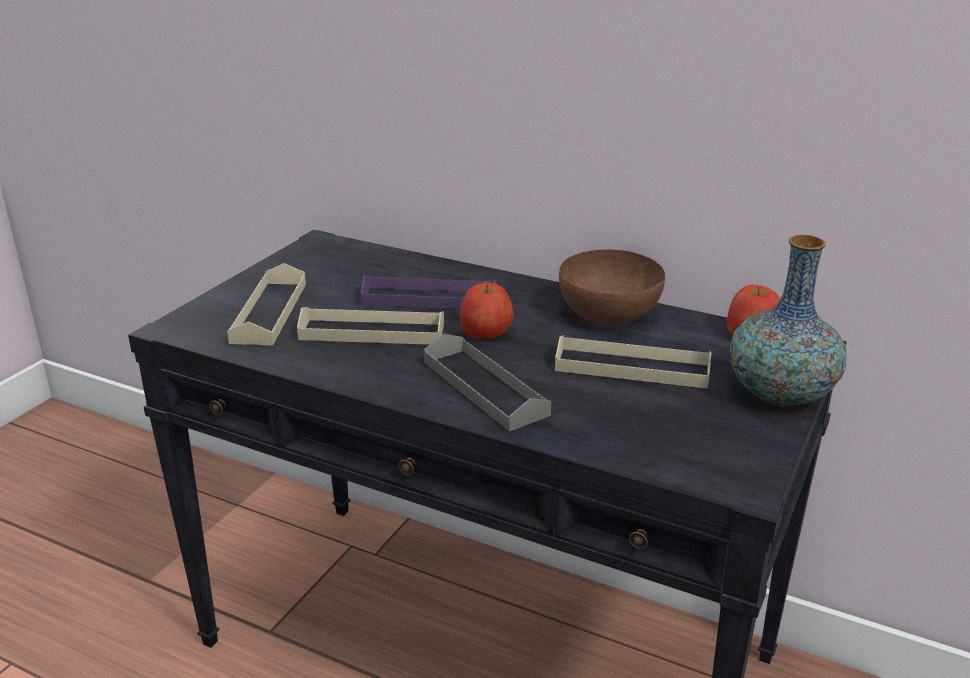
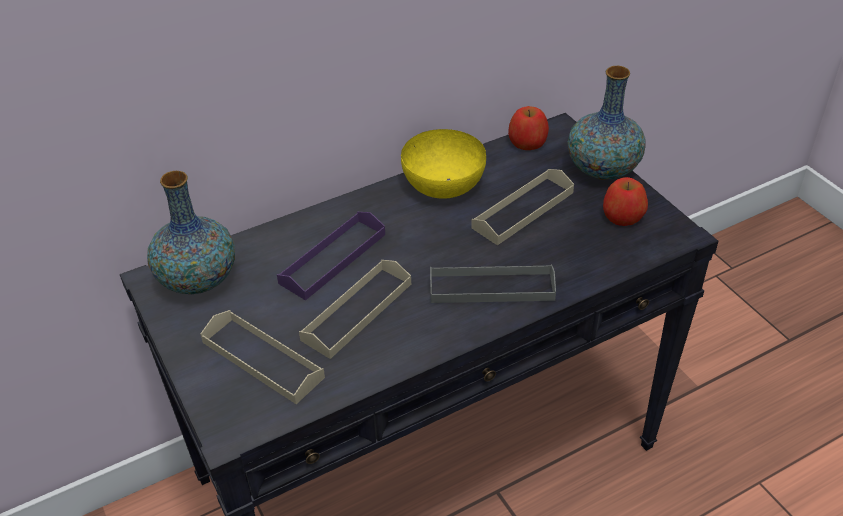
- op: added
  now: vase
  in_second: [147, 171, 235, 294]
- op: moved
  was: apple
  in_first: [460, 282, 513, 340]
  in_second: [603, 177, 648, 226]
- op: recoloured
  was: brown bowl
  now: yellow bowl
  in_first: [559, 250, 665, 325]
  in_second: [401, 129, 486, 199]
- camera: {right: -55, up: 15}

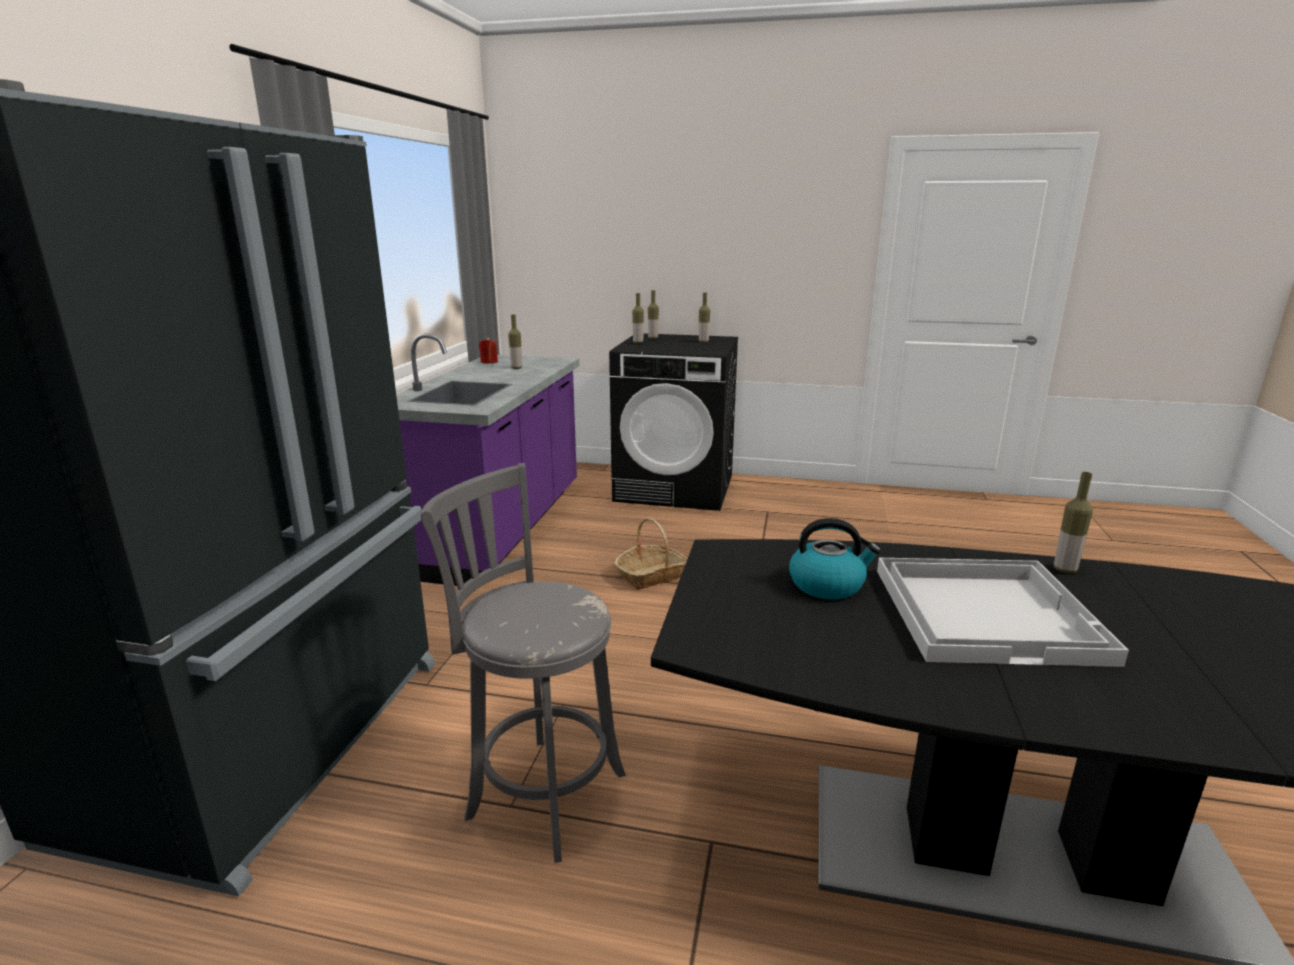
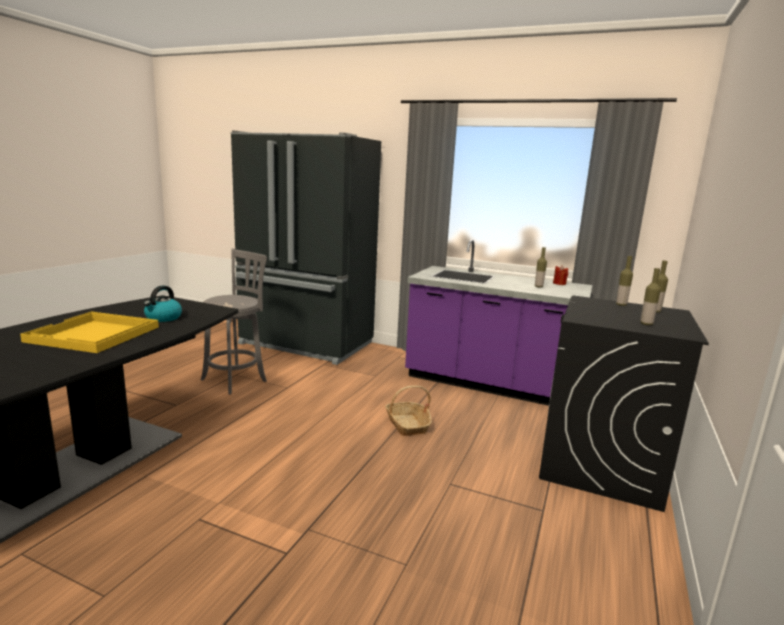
- op: removed
  was: bottle
  in_first: [1054, 472, 1093, 573]
- op: recoloured
  was: white tray
  now: yellow tray
  in_first: [877, 558, 1129, 667]
  in_second: [20, 311, 159, 353]
- camera: {right: 100, up: -5}

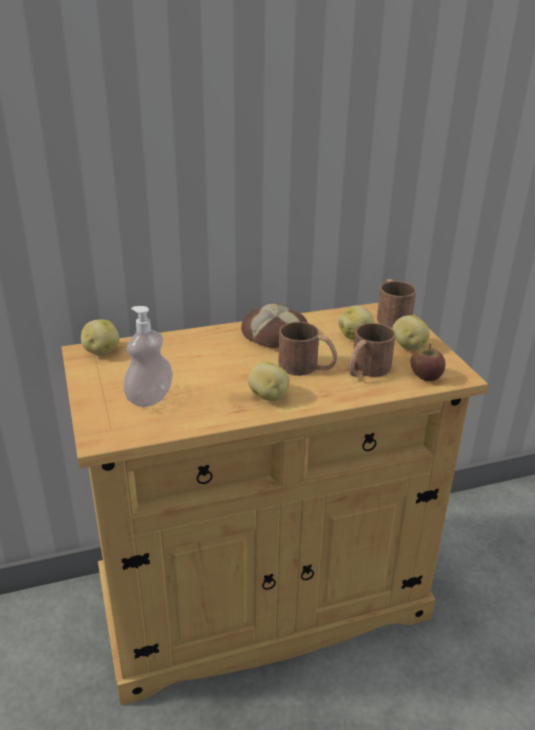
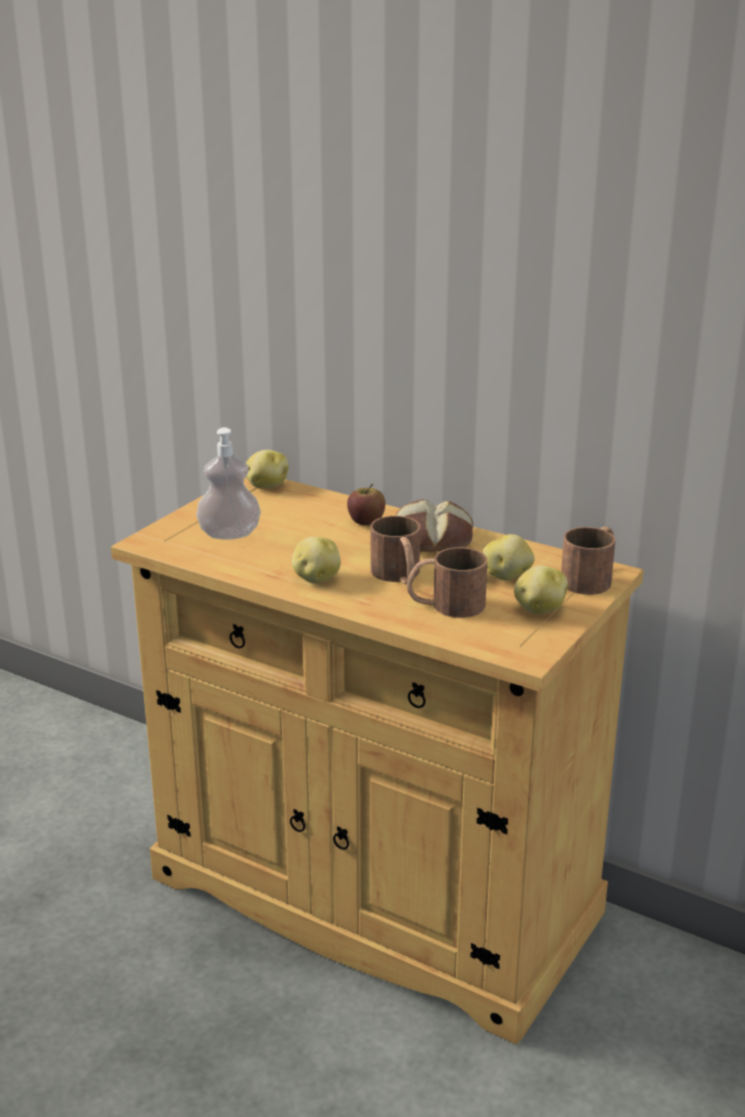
- op: moved
  was: apple
  in_first: [410, 344, 445, 381]
  in_second: [347, 484, 385, 525]
- camera: {right: 50, up: -5}

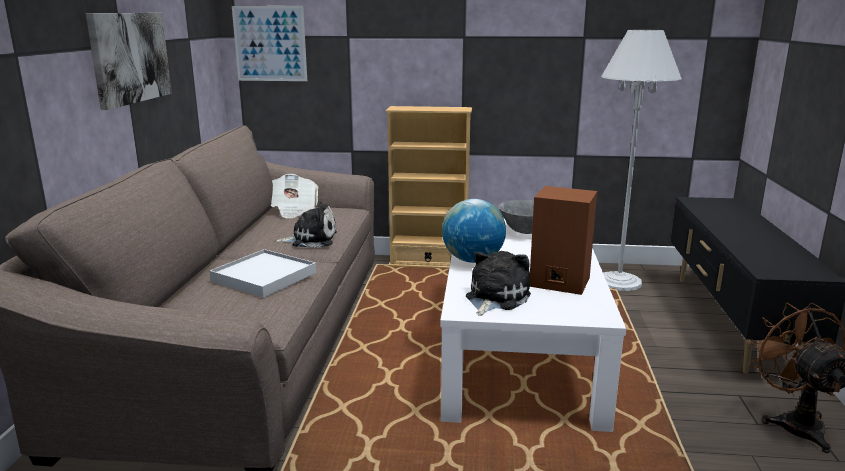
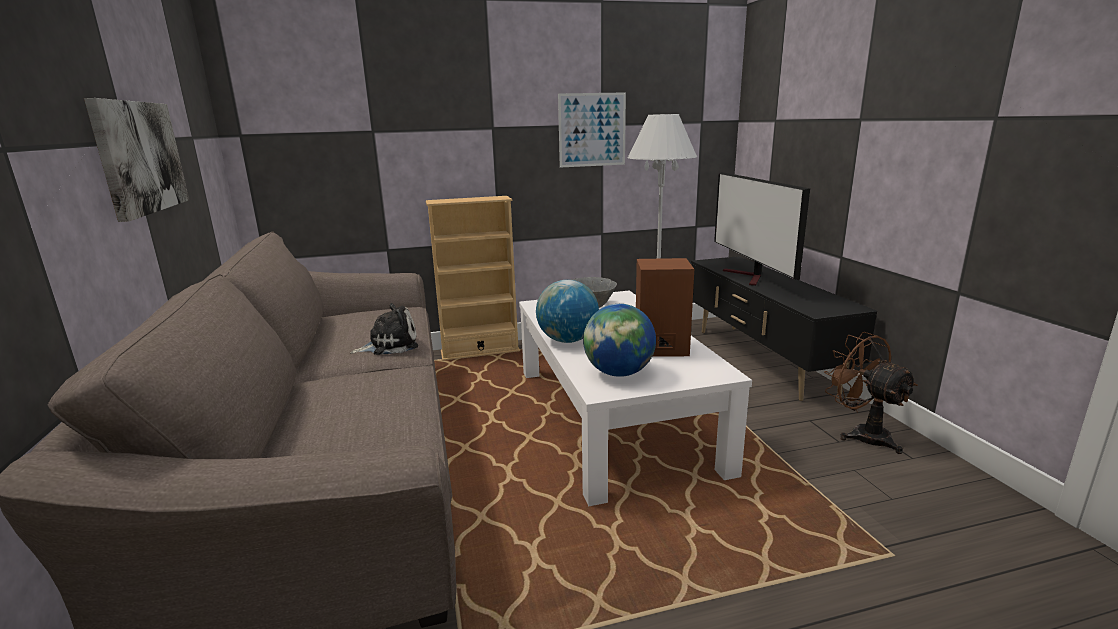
- op: removed
  was: white tray
  in_first: [210, 249, 316, 298]
- op: removed
  was: newspaper
  in_first: [271, 174, 319, 219]
- op: added
  now: television
  in_second: [714, 172, 810, 286]
- op: moved
  was: picture
  in_first: [232, 6, 307, 81]
  in_second: [558, 92, 626, 168]
- op: replaced
  was: plush toy
  now: globe
  in_first: [466, 251, 531, 316]
  in_second: [583, 304, 656, 377]
- camera: {right: -20, up: 0}

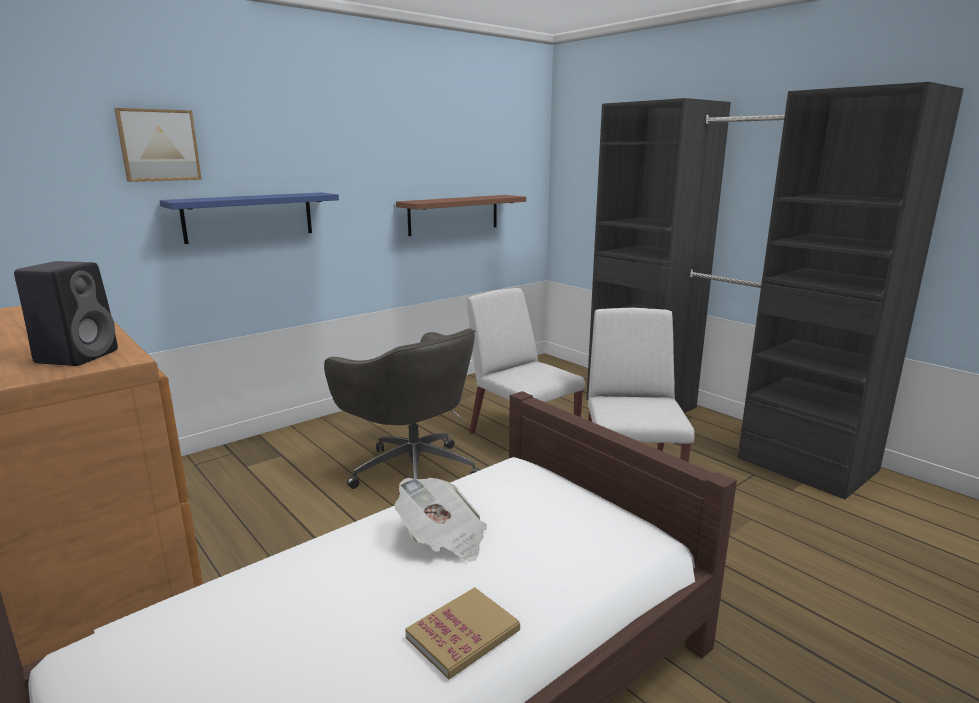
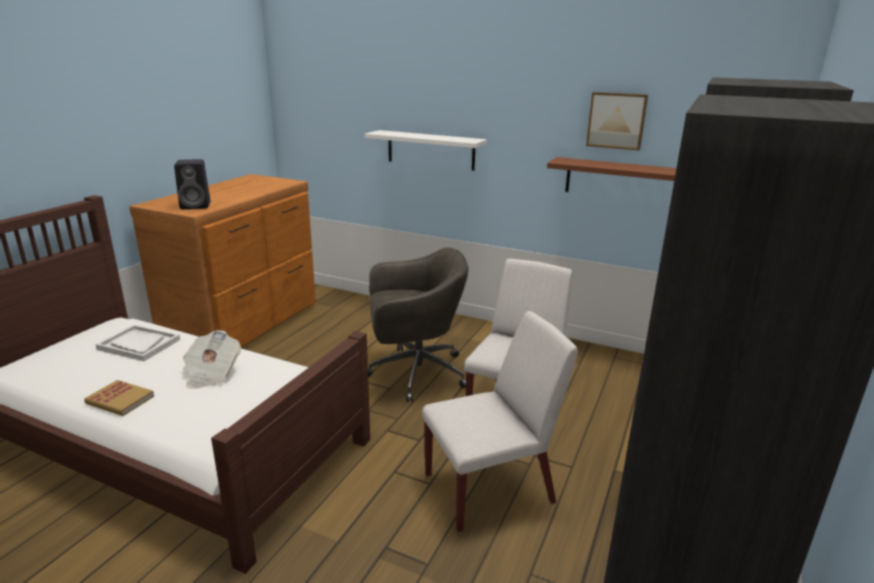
- op: added
  now: white tray
  in_second: [95, 325, 180, 361]
- op: moved
  was: picture
  in_first: [114, 108, 202, 182]
  in_second: [586, 92, 648, 150]
- op: recoloured
  was: blue shelf
  now: white shelf
  in_first: [160, 192, 339, 244]
  in_second: [364, 130, 487, 171]
- op: turned
  was: grey office chair
  in_first: [324, 329, 480, 489]
  in_second: [368, 247, 469, 402]
  clockwise: -120
- camera: {right: 65, up: 5}

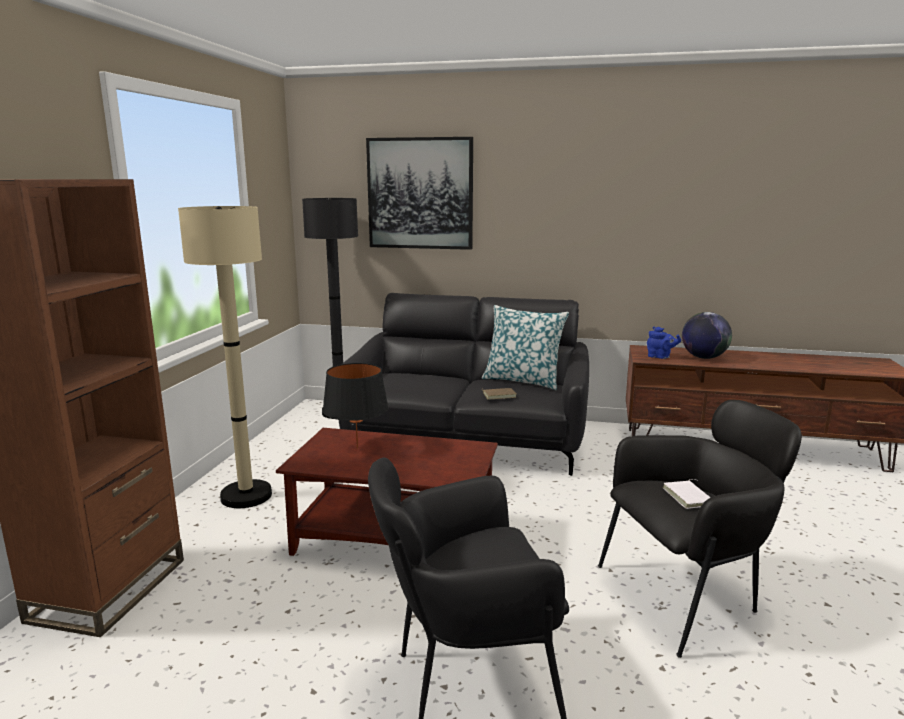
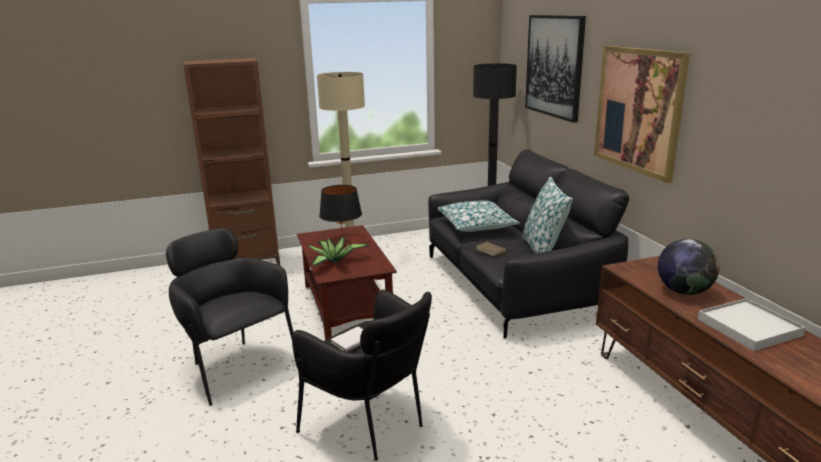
- op: removed
  was: blue teapot
  in_first: [647, 327, 681, 359]
- op: added
  now: potted plant
  in_second: [308, 237, 369, 266]
- op: added
  now: pillow
  in_second: [437, 200, 519, 232]
- op: added
  now: picture
  in_second: [594, 46, 690, 183]
- op: added
  now: white tray
  in_second: [698, 298, 805, 351]
- camera: {right: 60, up: 5}

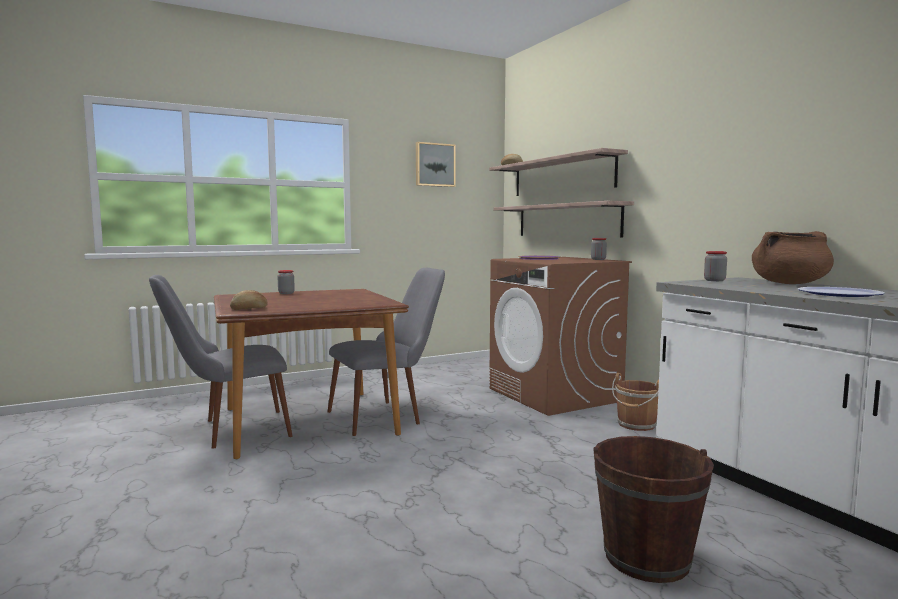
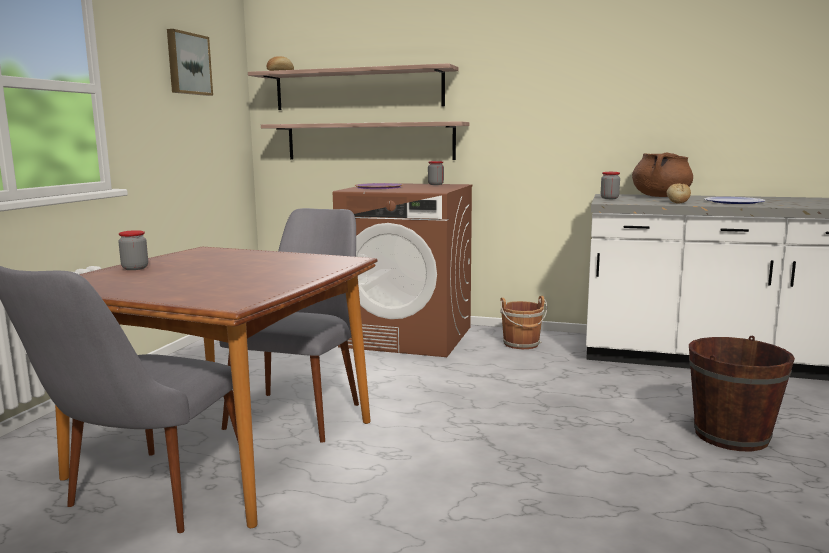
- op: moved
  was: bread
  in_first: [230, 290, 268, 310]
  in_second: [666, 183, 691, 204]
- camera: {right: -45, up: 5}

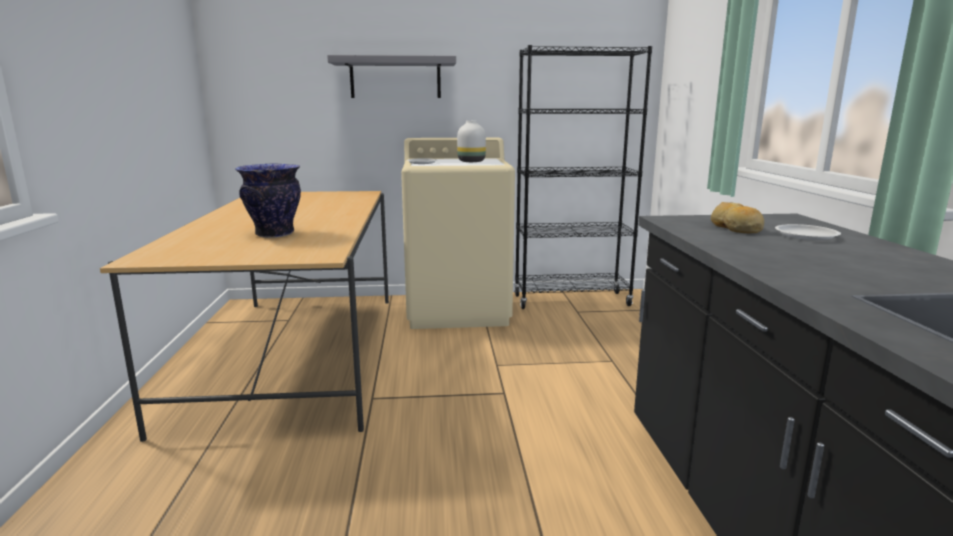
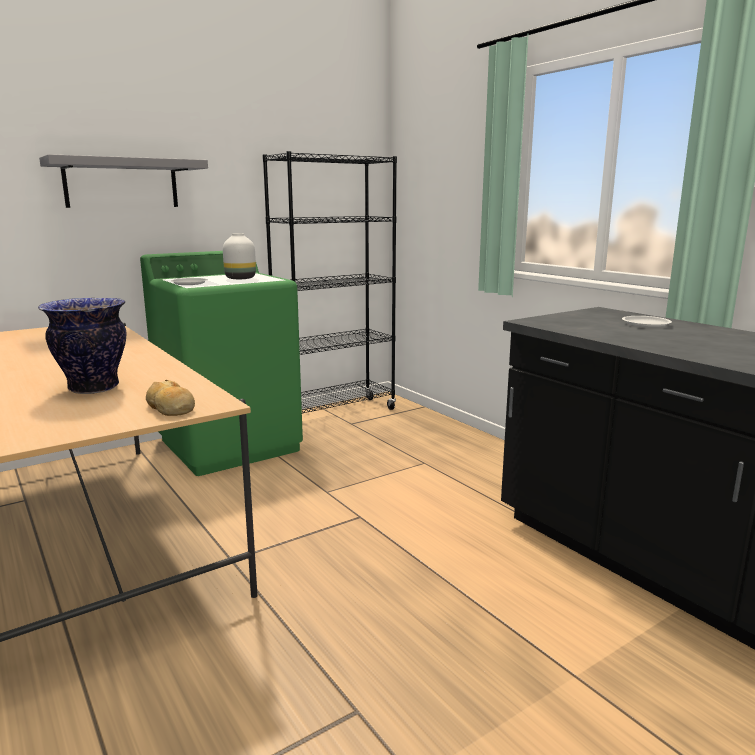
- op: moved
  was: bread
  in_first: [711, 202, 764, 233]
  in_second: [146, 380, 195, 416]
- op: recoloured
  was: beige washing machine
  now: green washing machine
  in_first: [401, 138, 515, 329]
  in_second: [140, 251, 303, 476]
- camera: {right: -30, up: 0}

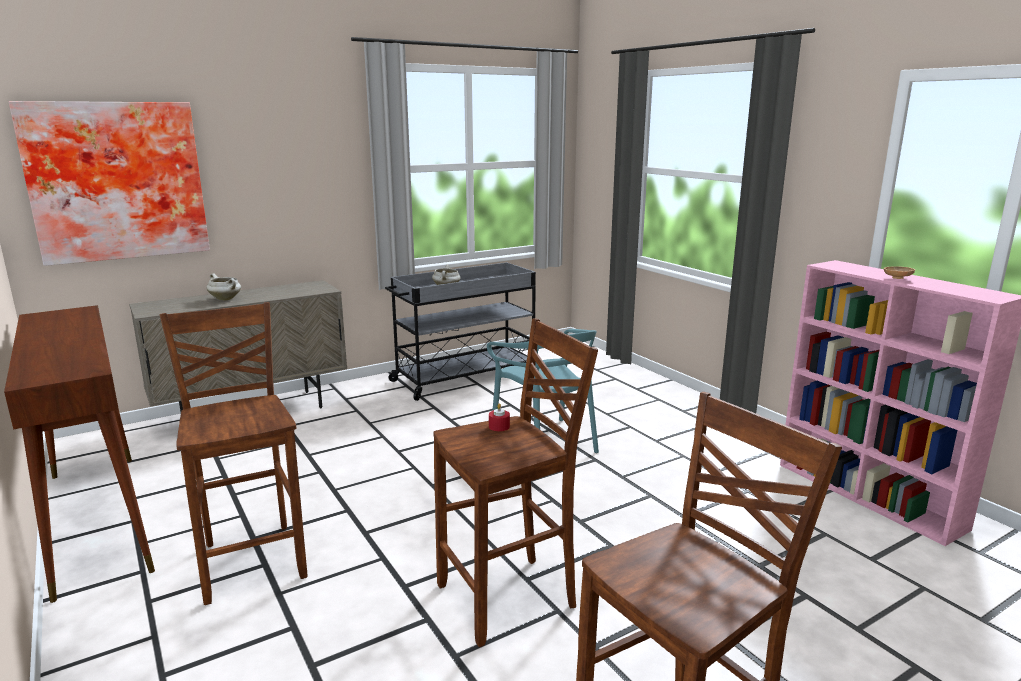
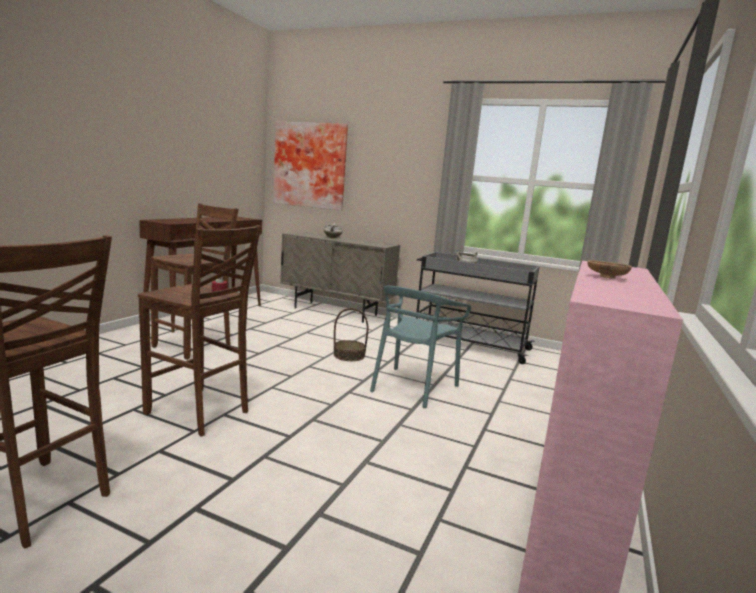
- op: added
  now: basket
  in_second: [334, 308, 368, 361]
- camera: {right: 55, up: -5}

